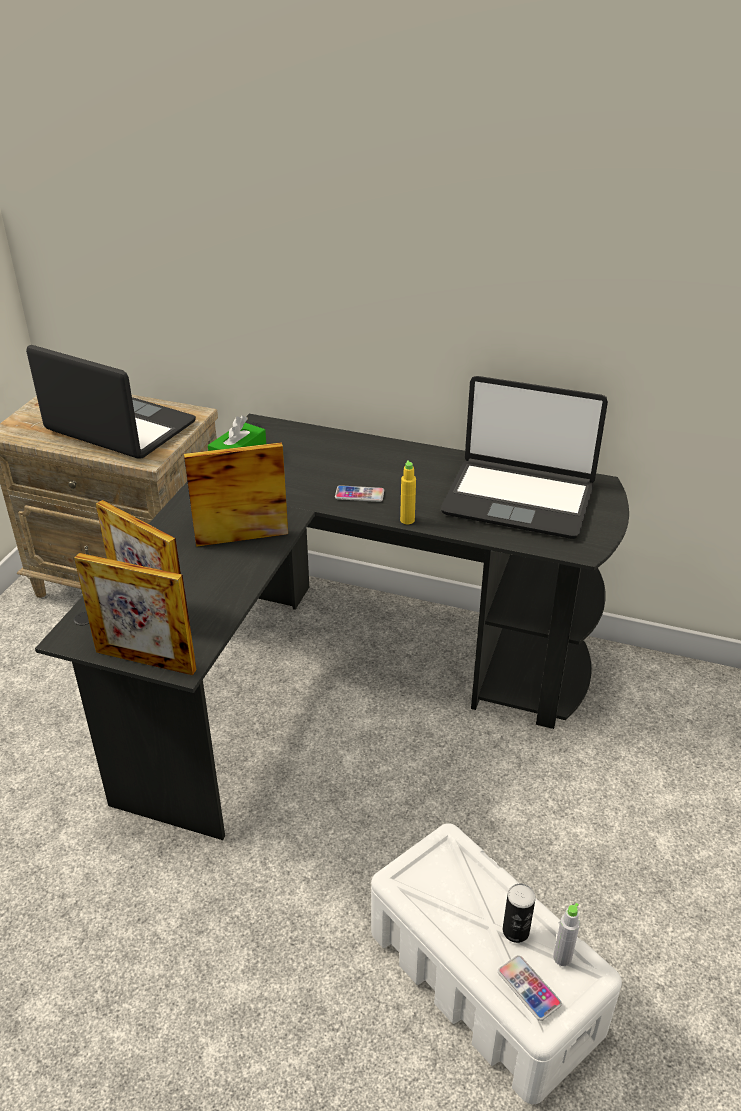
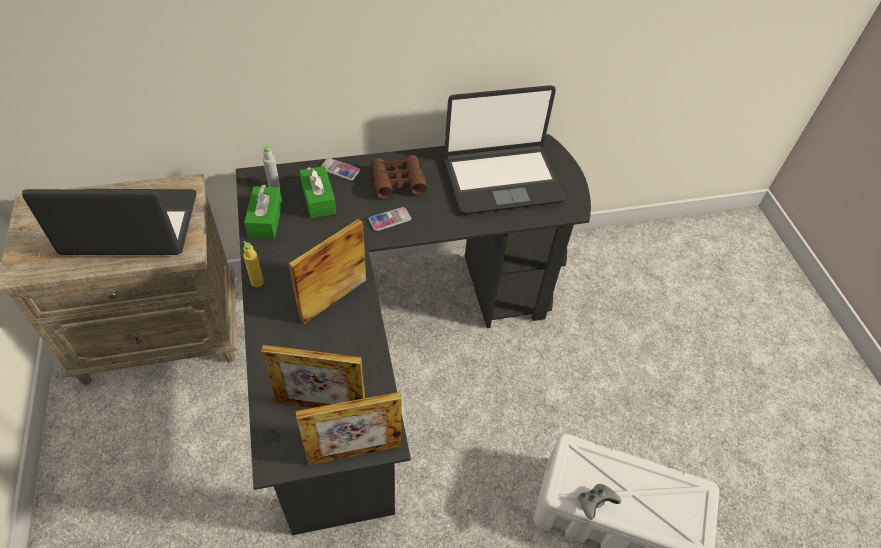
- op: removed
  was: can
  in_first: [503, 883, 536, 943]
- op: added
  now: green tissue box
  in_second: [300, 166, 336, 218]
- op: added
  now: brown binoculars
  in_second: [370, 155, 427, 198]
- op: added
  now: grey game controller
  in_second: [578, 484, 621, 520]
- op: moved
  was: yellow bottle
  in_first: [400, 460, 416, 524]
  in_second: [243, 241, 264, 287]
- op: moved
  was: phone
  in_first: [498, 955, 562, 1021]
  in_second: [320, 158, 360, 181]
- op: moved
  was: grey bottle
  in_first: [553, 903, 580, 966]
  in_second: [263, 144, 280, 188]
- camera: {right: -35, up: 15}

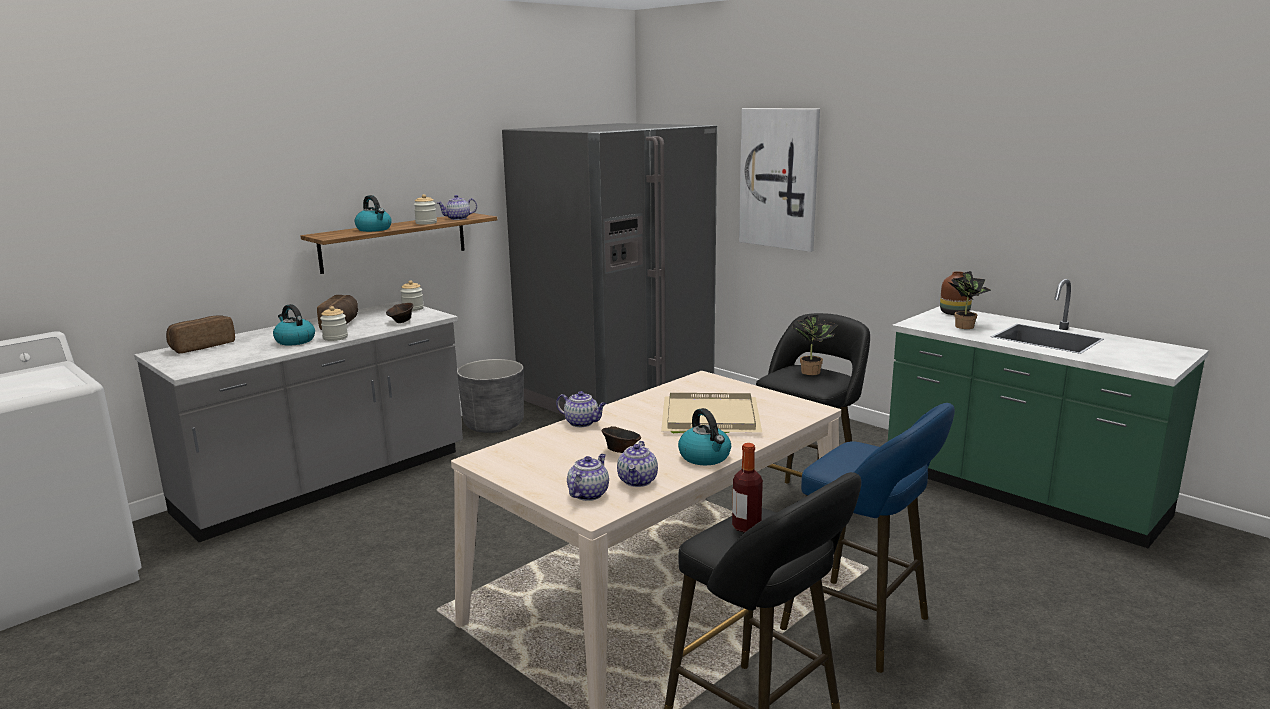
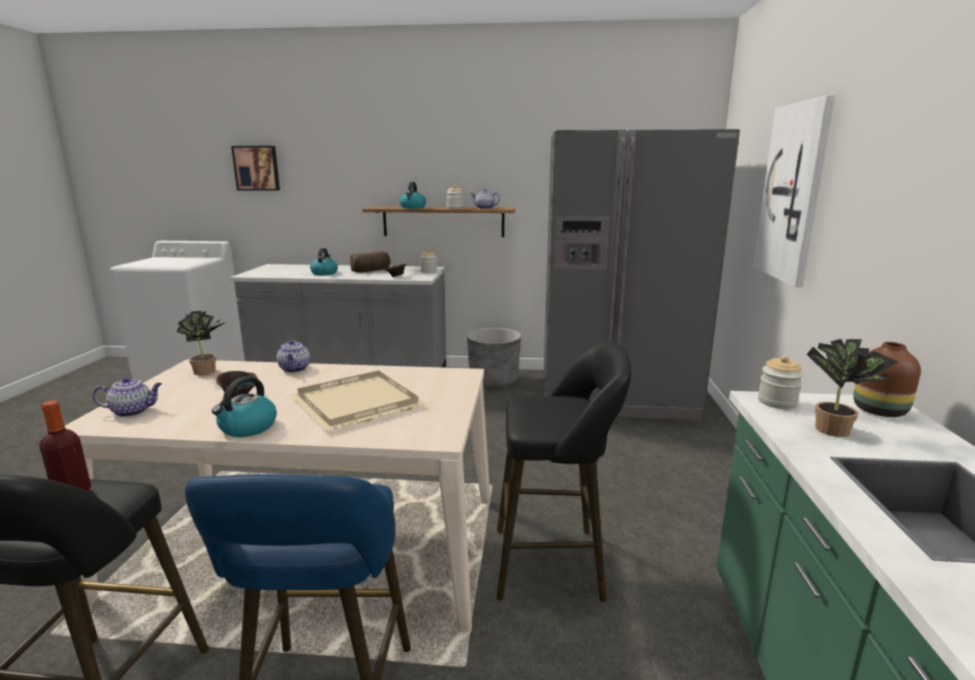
- op: removed
  was: bread
  in_first: [166, 315, 235, 353]
- op: removed
  was: teapot
  in_first: [617, 441, 658, 487]
- op: added
  now: picture
  in_second: [231, 146, 280, 191]
- op: moved
  was: jar
  in_first: [320, 306, 348, 341]
  in_second: [758, 355, 804, 409]
- op: moved
  was: potted plant
  in_first: [793, 315, 838, 375]
  in_second: [176, 311, 224, 375]
- camera: {right: 50, up: 0}

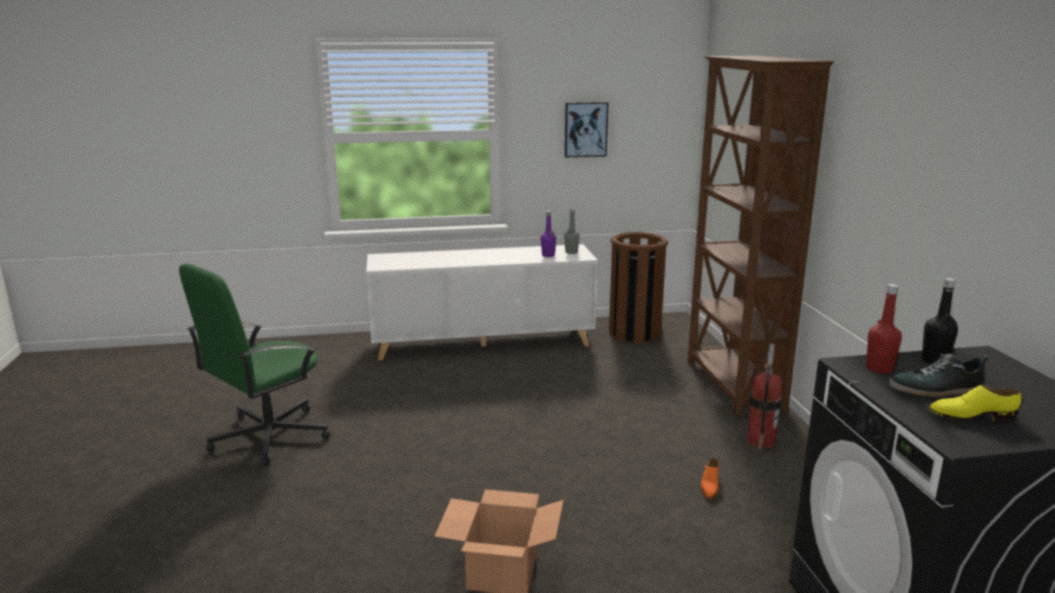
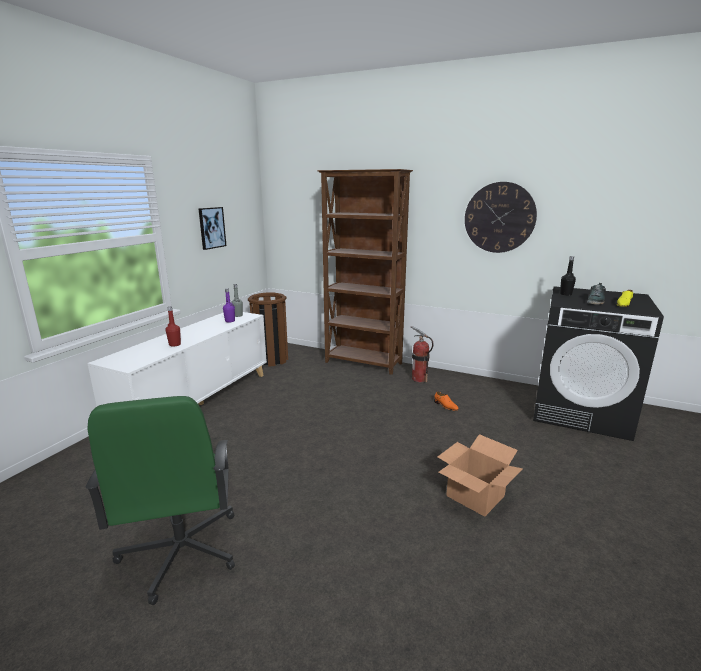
- op: added
  now: wall clock
  in_second: [465, 182, 537, 253]
- op: moved
  was: red bottle
  in_first: [866, 284, 902, 374]
  in_second: [166, 307, 181, 347]
- camera: {right: -55, up: 0}

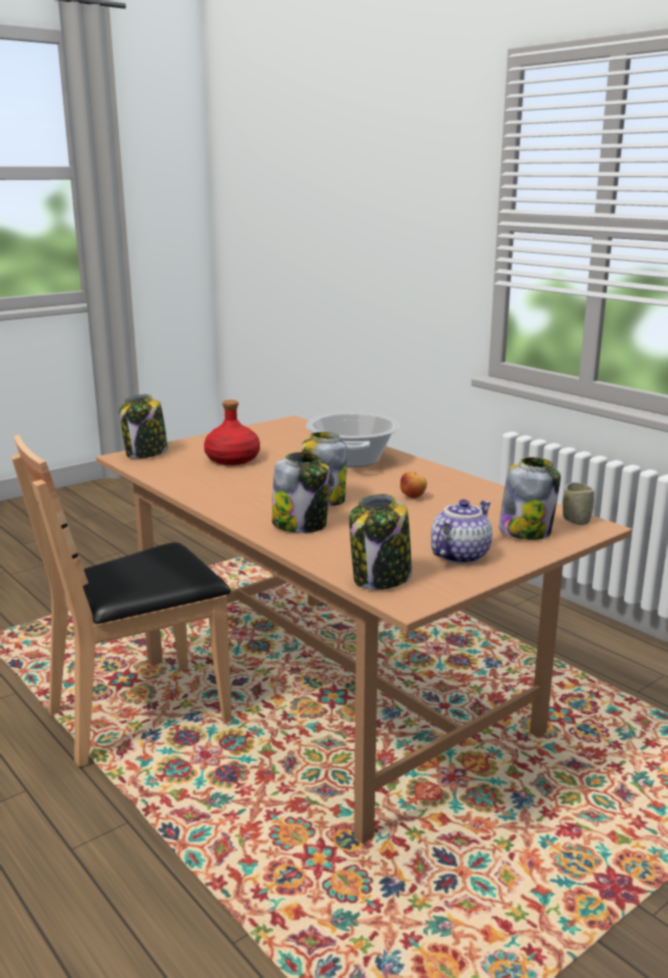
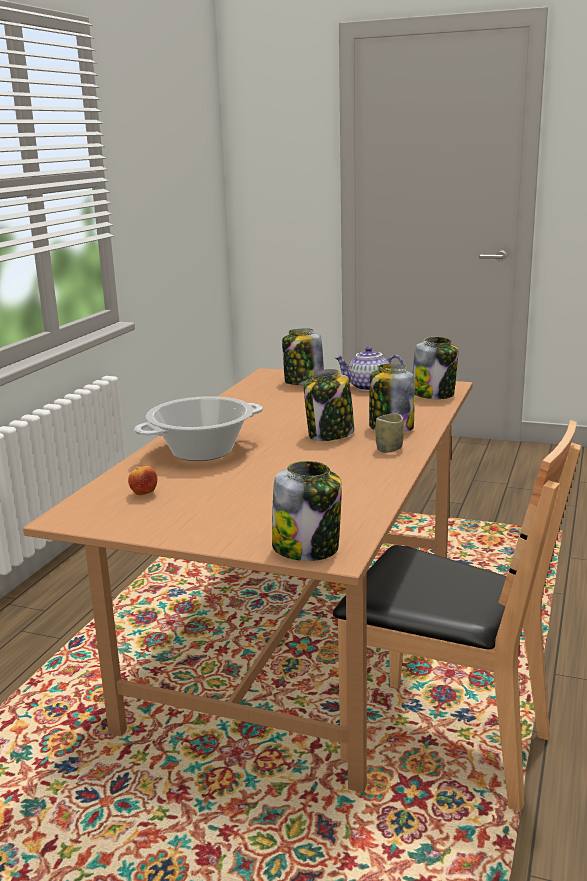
- op: removed
  was: red bottle
  in_first: [204, 400, 260, 465]
- op: moved
  was: apple
  in_first: [400, 472, 427, 499]
  in_second: [128, 466, 157, 495]
- op: moved
  was: cup
  in_first: [563, 482, 594, 525]
  in_second: [375, 413, 404, 453]
- camera: {right: -120, up: 0}

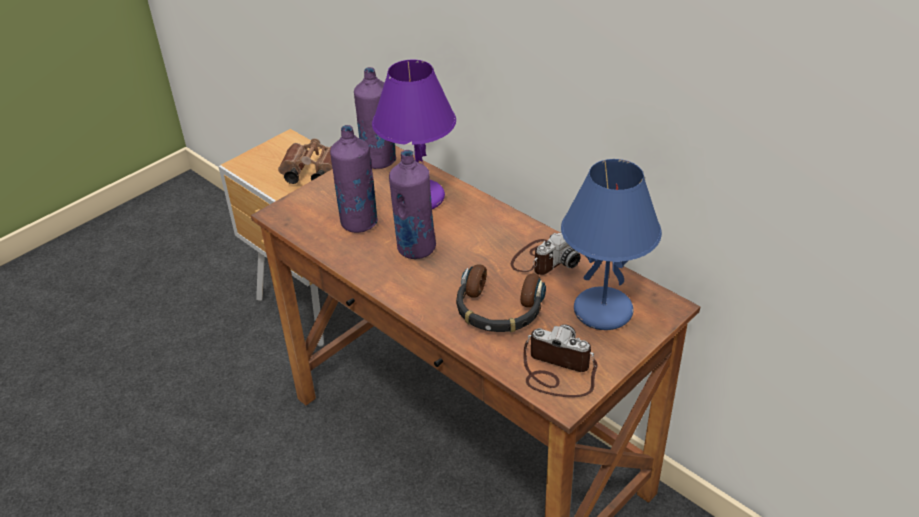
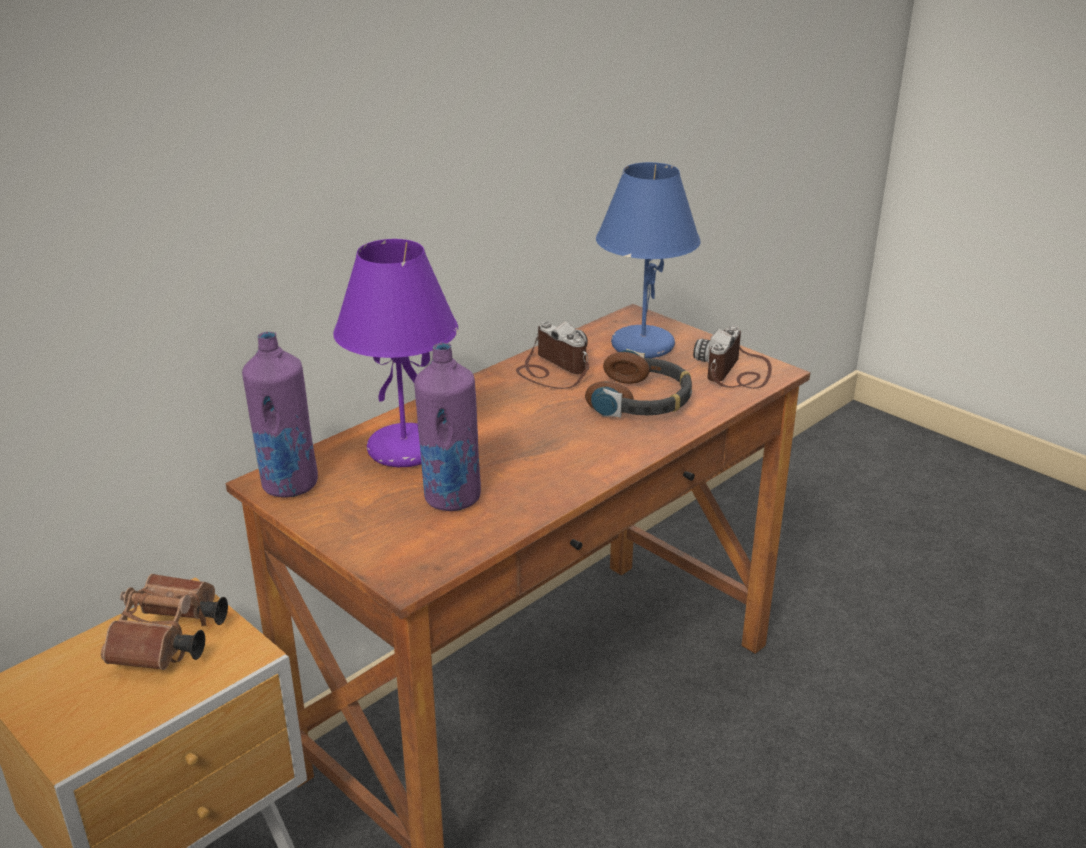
- op: removed
  was: purple bottle
  in_first: [389, 150, 436, 259]
- camera: {right: -90, up: -10}

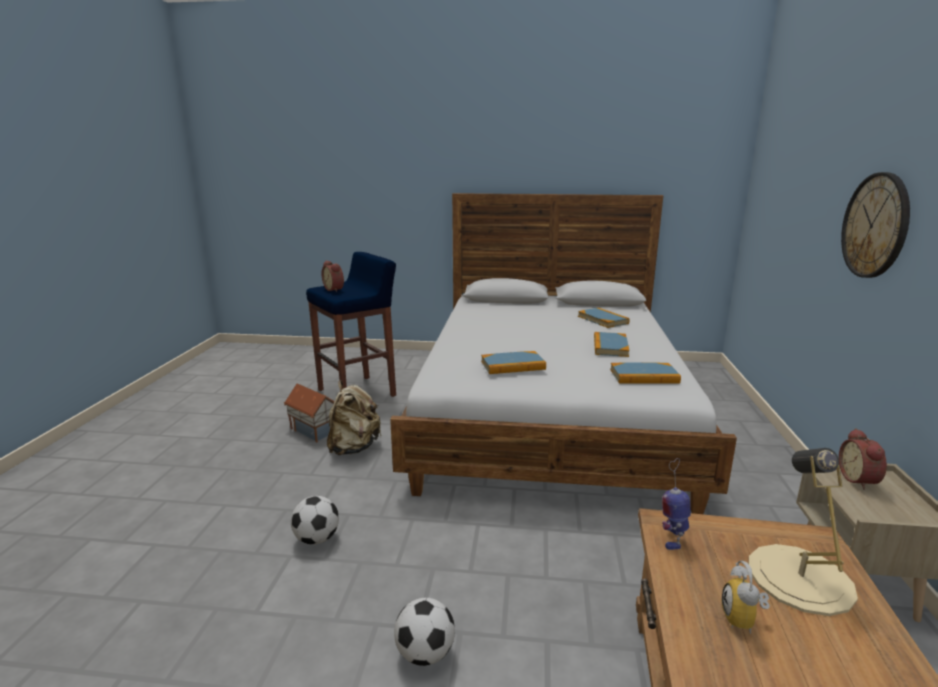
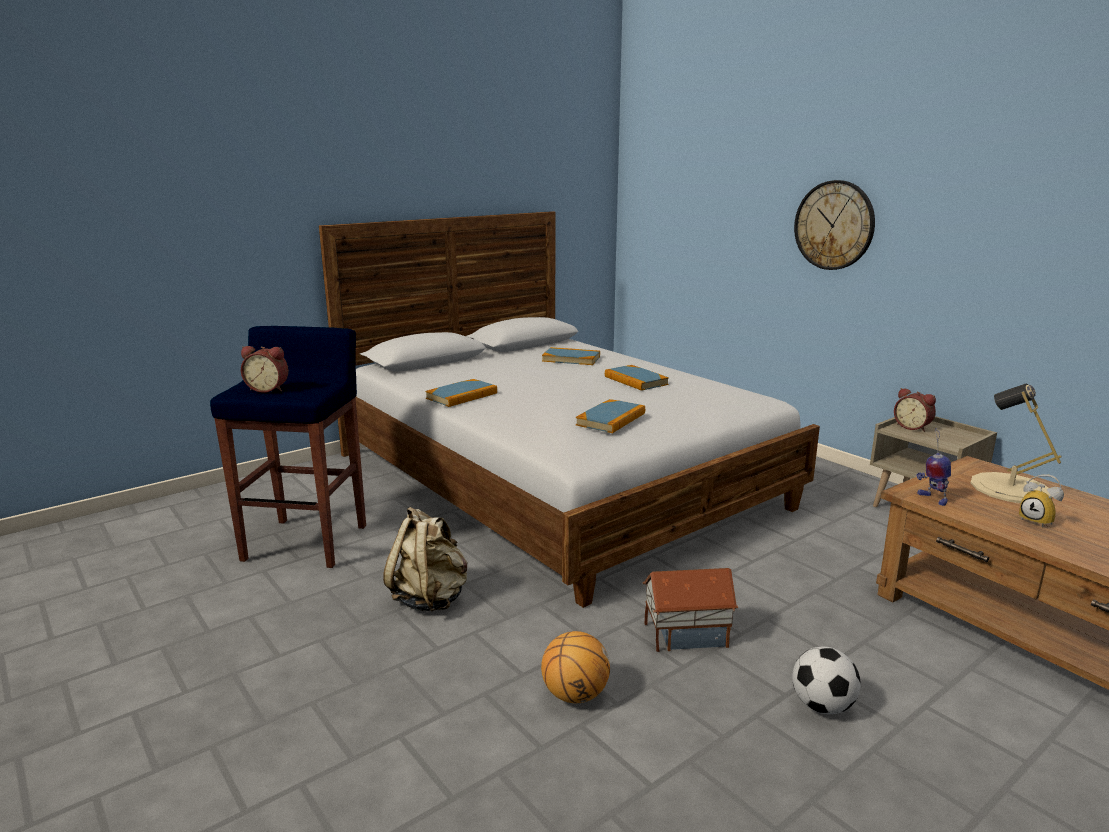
- op: moved
  was: toy house
  in_first: [284, 383, 335, 443]
  in_second: [643, 568, 738, 652]
- op: moved
  was: book
  in_first: [610, 362, 681, 384]
  in_second: [425, 379, 497, 407]
- op: replaced
  was: football
  now: basketball
  in_first: [291, 496, 339, 545]
  in_second: [541, 631, 610, 703]
- camera: {right: -45, up: 0}

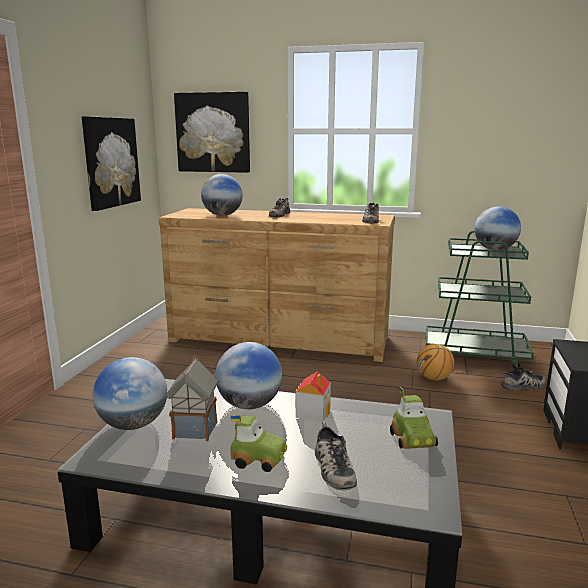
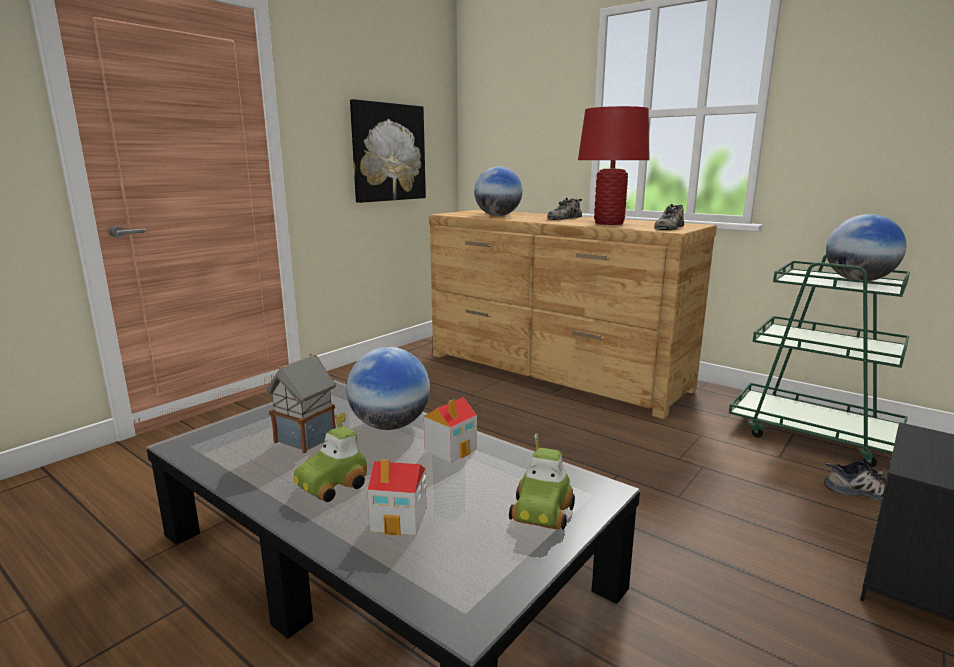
- op: removed
  was: globe
  in_first: [93, 357, 167, 430]
- op: removed
  was: picture
  in_first: [174, 92, 250, 173]
- op: removed
  was: basketball
  in_first: [417, 344, 454, 381]
- op: added
  now: red table lamp
  in_second: [578, 106, 650, 225]
- op: replaced
  was: shoe
  now: toy house
  in_first: [315, 421, 357, 490]
  in_second: [367, 459, 427, 536]
- op: turned
  was: toy car
  in_first: [230, 415, 287, 472]
  in_second: [293, 413, 367, 502]
  clockwise: 90
- camera: {right: 25, up: 0}

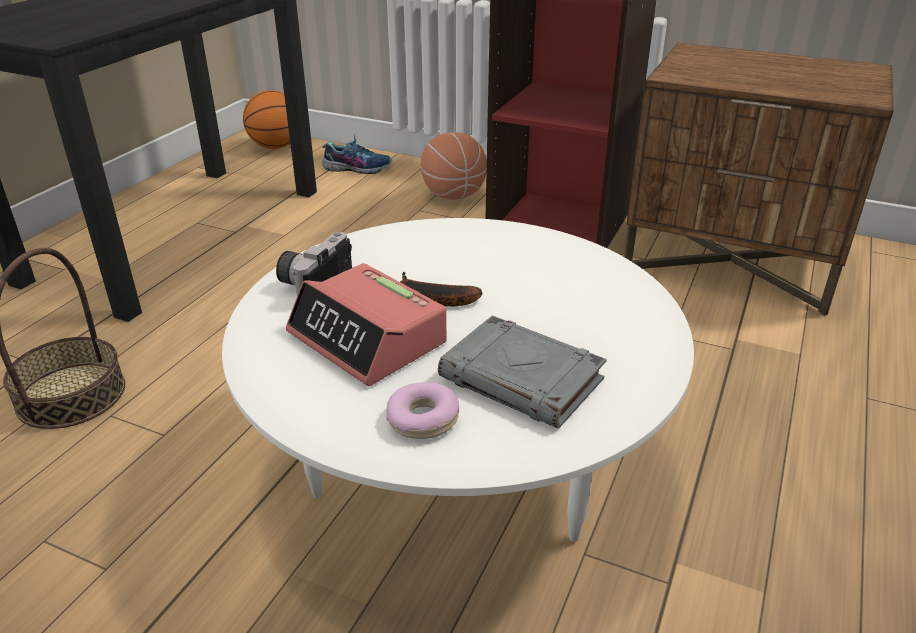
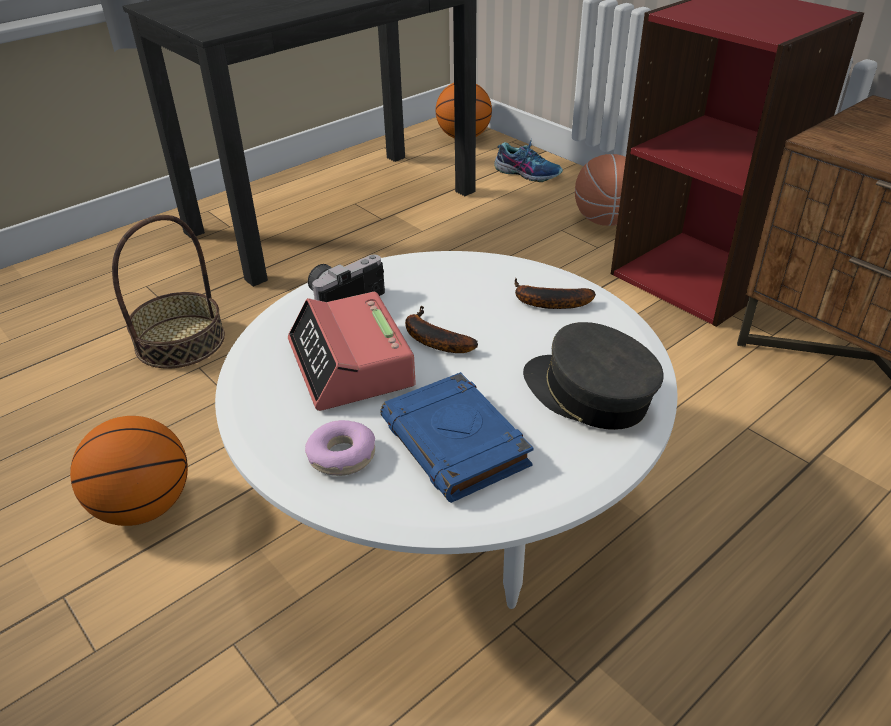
- op: added
  now: basketball
  in_second: [70, 416, 188, 526]
- op: added
  now: banana
  in_second: [515, 278, 596, 309]
- op: added
  now: grey cap
  in_second: [523, 322, 663, 430]
- op: recoloured
  was: grey book
  now: blue book
  in_first: [438, 315, 607, 429]
  in_second: [380, 372, 534, 503]
- camera: {right: 25, up: 5}

